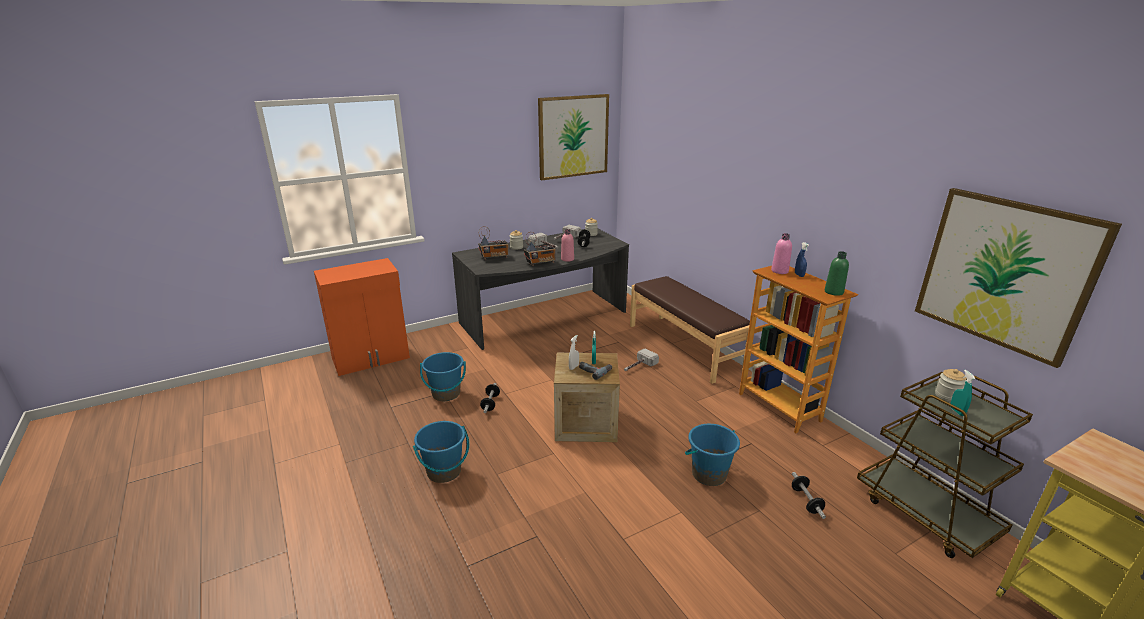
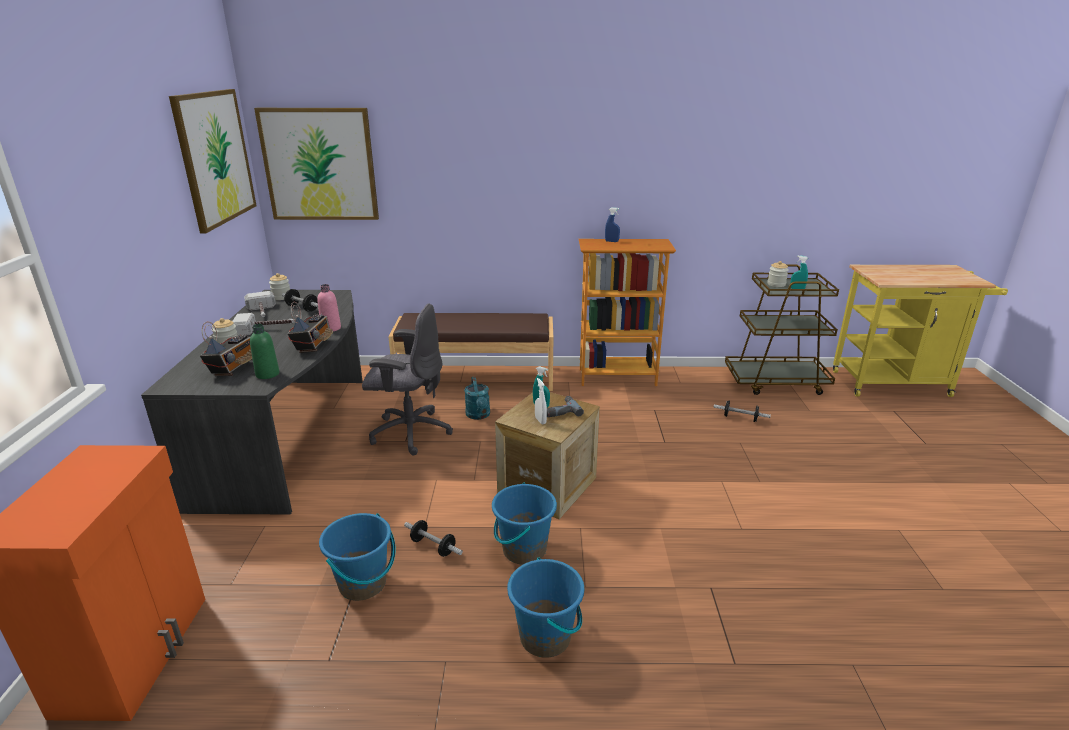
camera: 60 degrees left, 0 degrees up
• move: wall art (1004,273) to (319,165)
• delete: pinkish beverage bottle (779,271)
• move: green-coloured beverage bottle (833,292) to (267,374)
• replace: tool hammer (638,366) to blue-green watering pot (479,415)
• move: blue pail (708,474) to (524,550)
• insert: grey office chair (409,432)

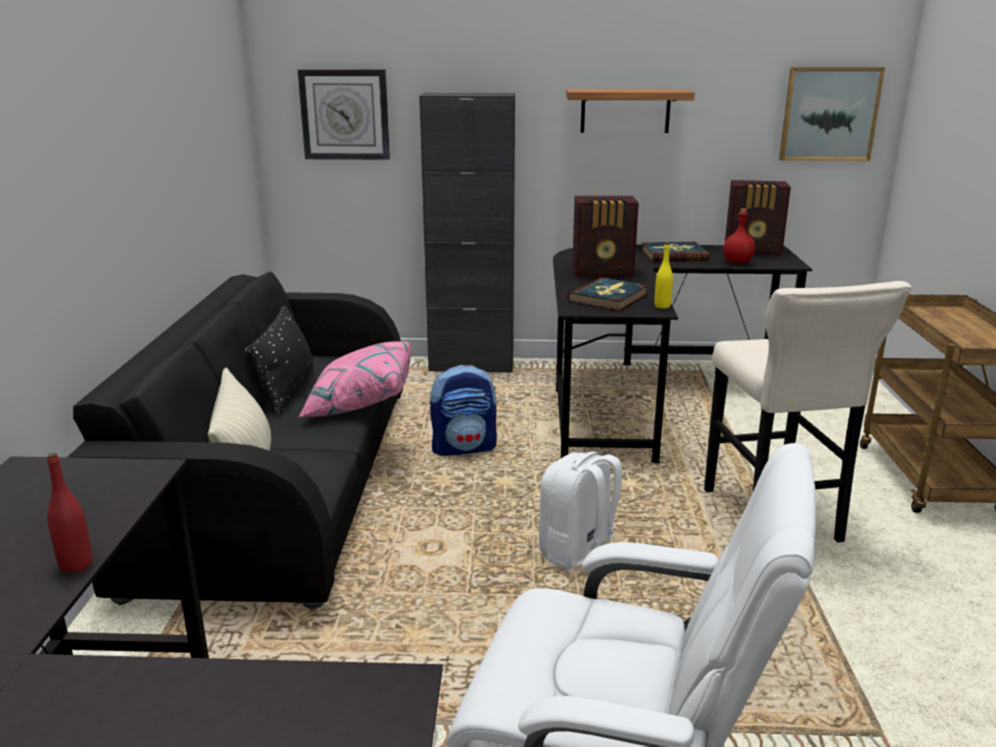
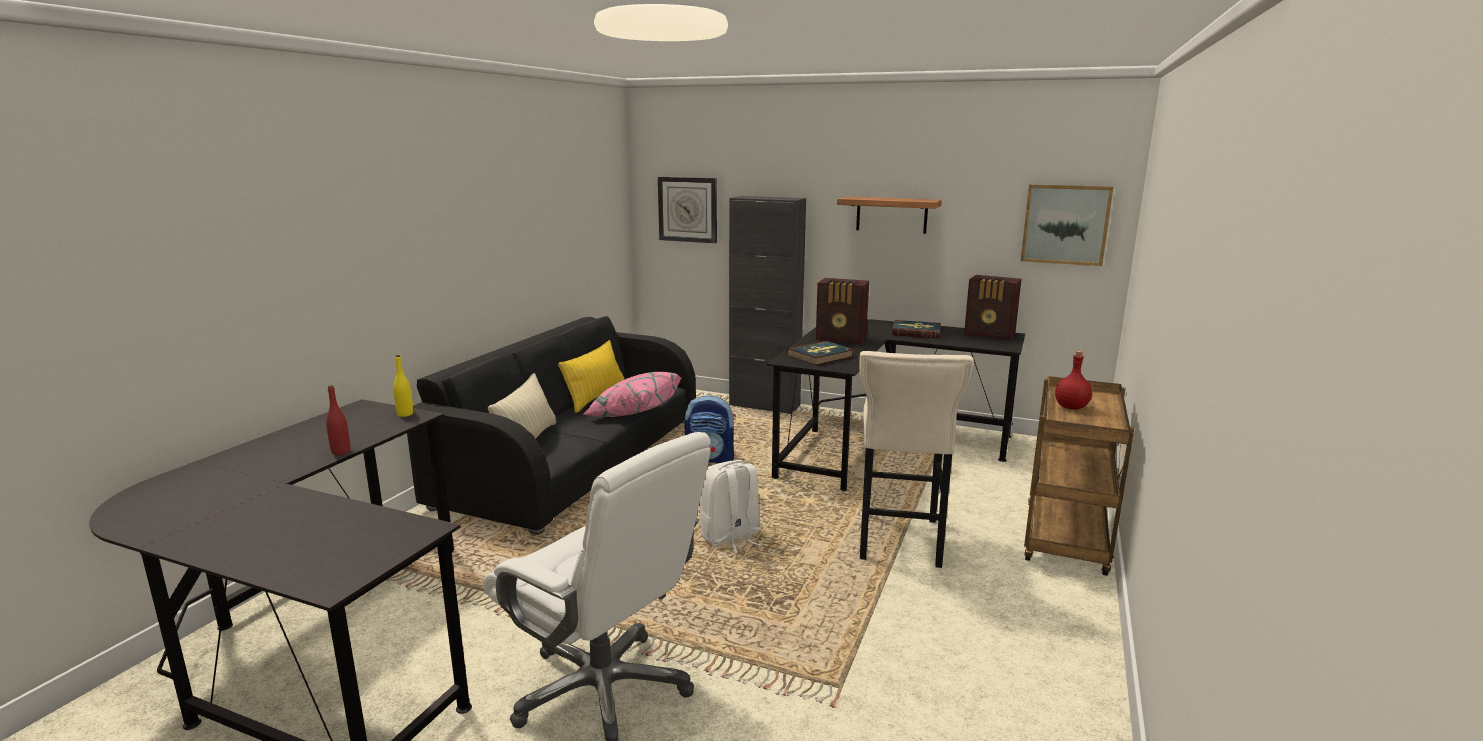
camera: 20 degrees right, 5 degrees down
• move: red-coloured beverage bottle (737,263) to (1070,407)
• move: yellow-coloured beverage bottle (662,306) to (405,414)
• recolor: black pillow (286,388) to yellow-coloured pillow (596,397)

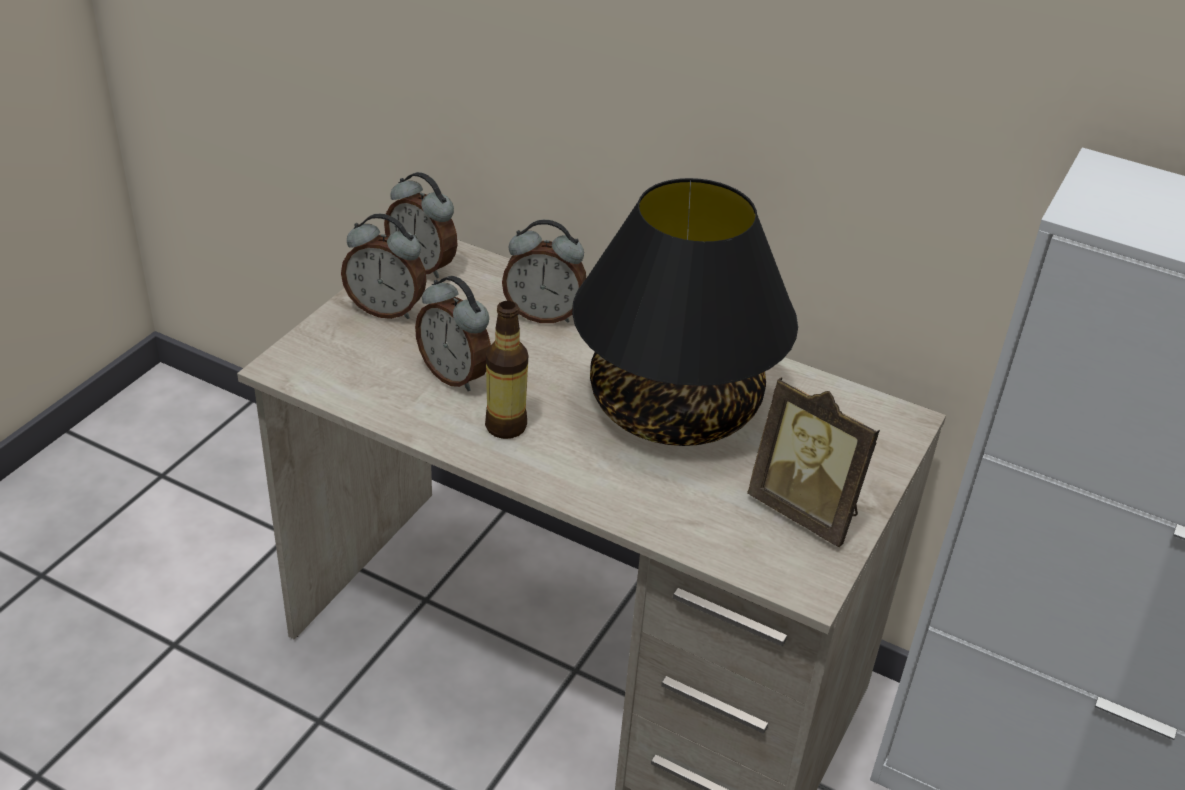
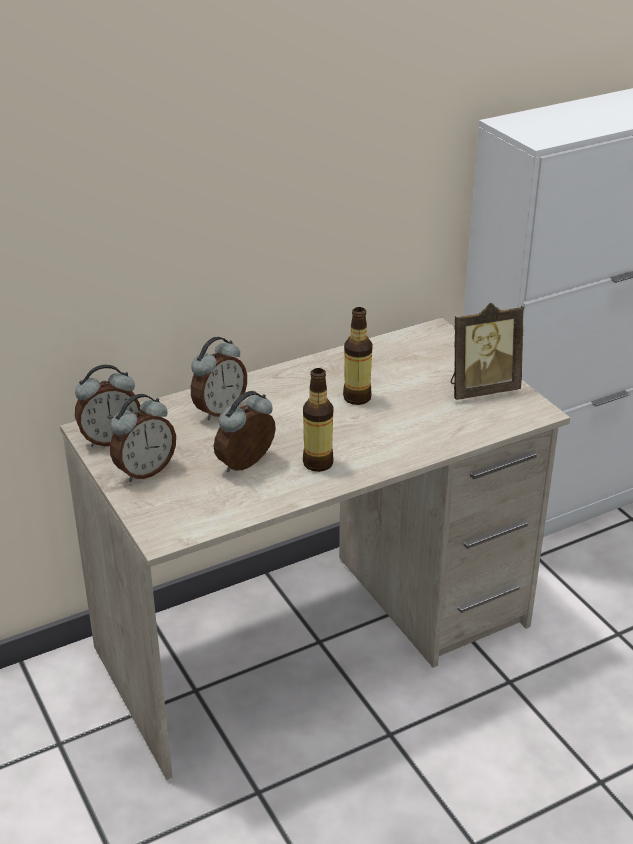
camera: 55 degrees left, 5 degrees down
• replace: black table lamp (672,408) to beverage bottle (357,398)
• rotate: table clock (455,375) = (247,465) 150 degrees clockwise

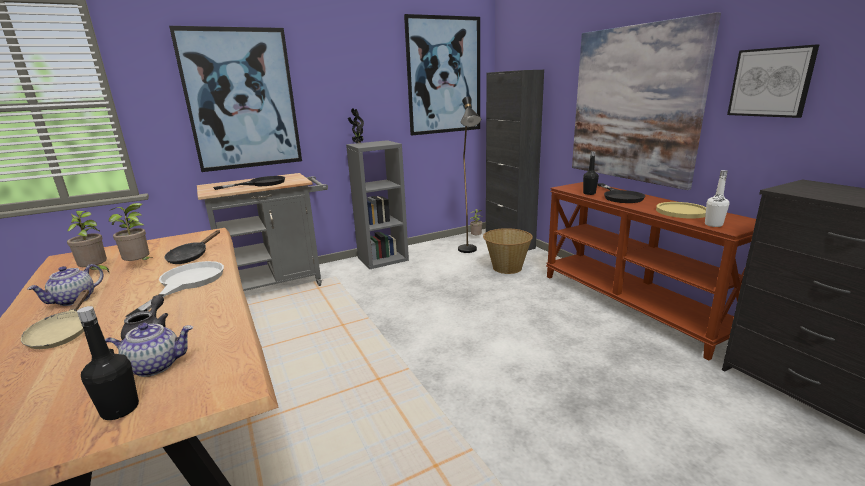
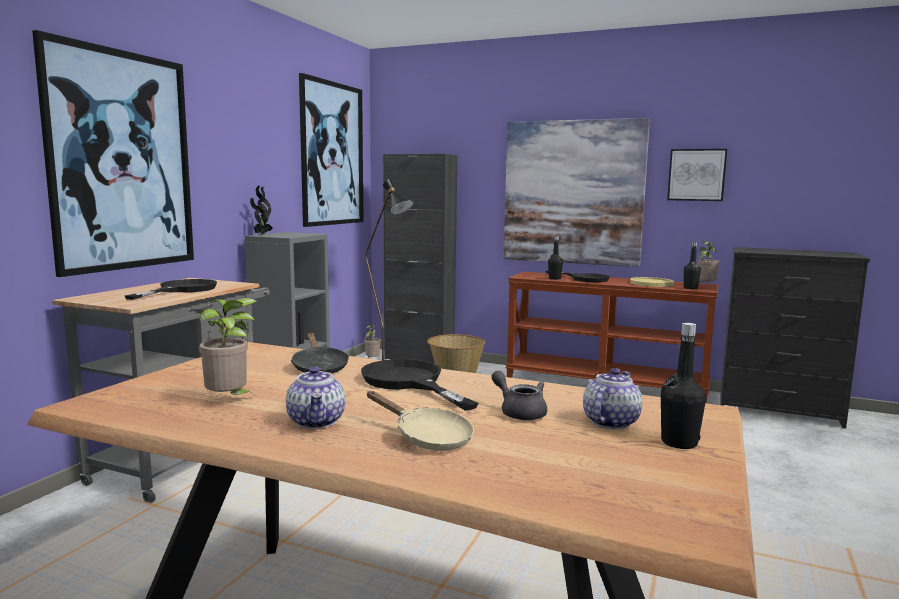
camera: 40 degrees left, 10 degrees down
• recolor: white beverage bottle (713,225) to black beverage bottle (690,288)
• move: plant in a pot (140,265) to (705,286)
• recolor: white pan (186,283) to black pan (409,382)

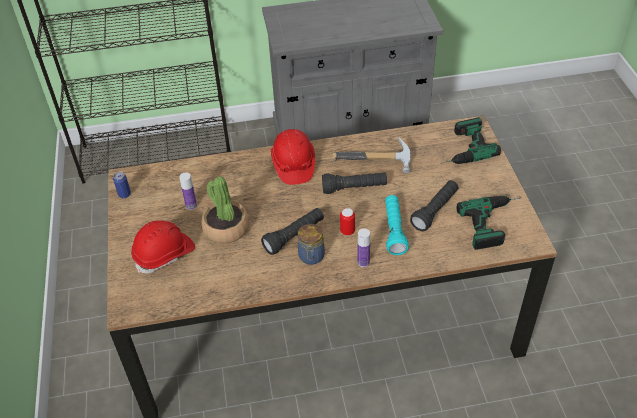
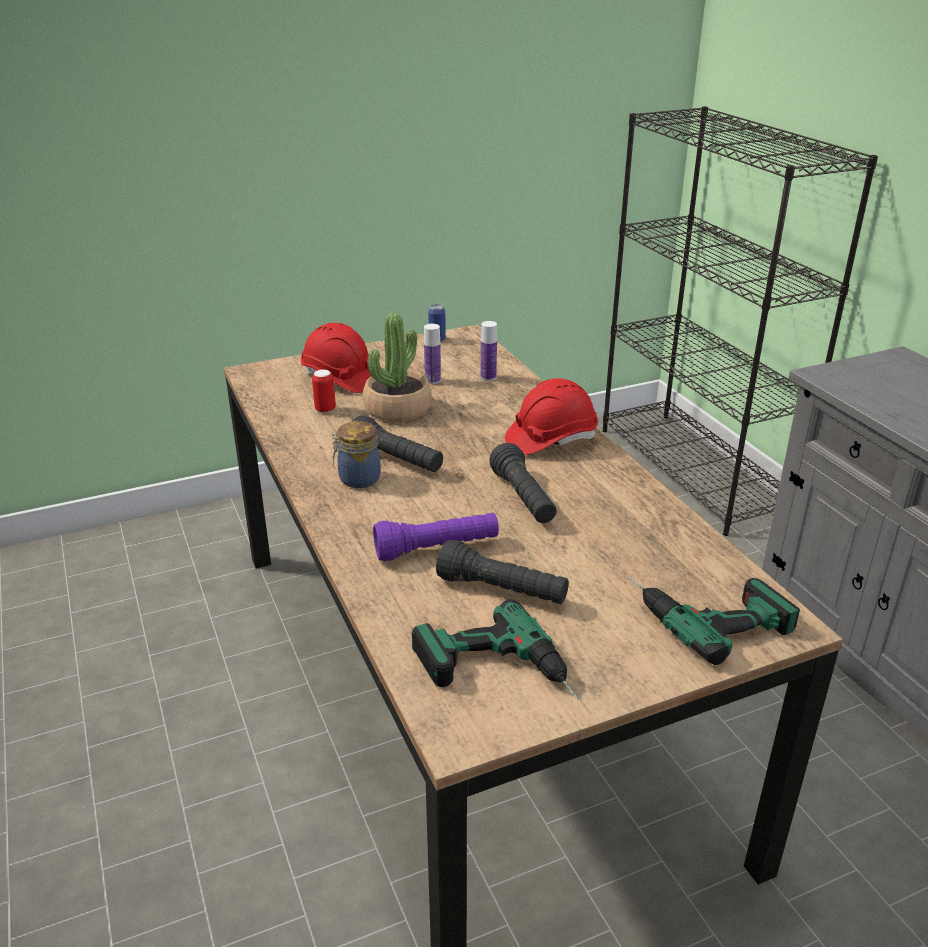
camera: 75 degrees right, 15 degrees down
• delete: tool hammer (375,164)
• recolor: blue-green hand torch (394,230) to purple hand torch (437,549)
• move: can (347,231) to (325,409)
• move: beverage bottle (363,262) to (488,377)

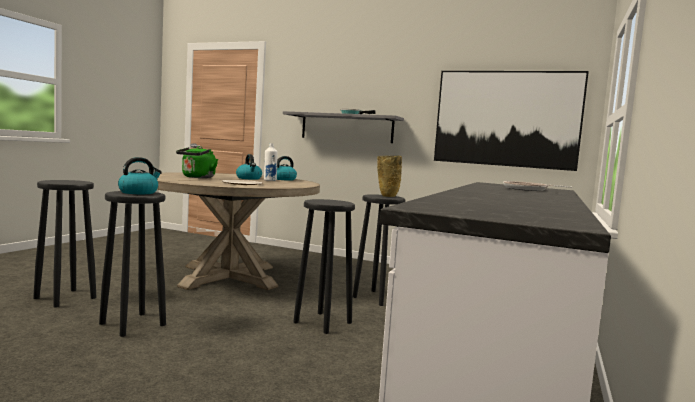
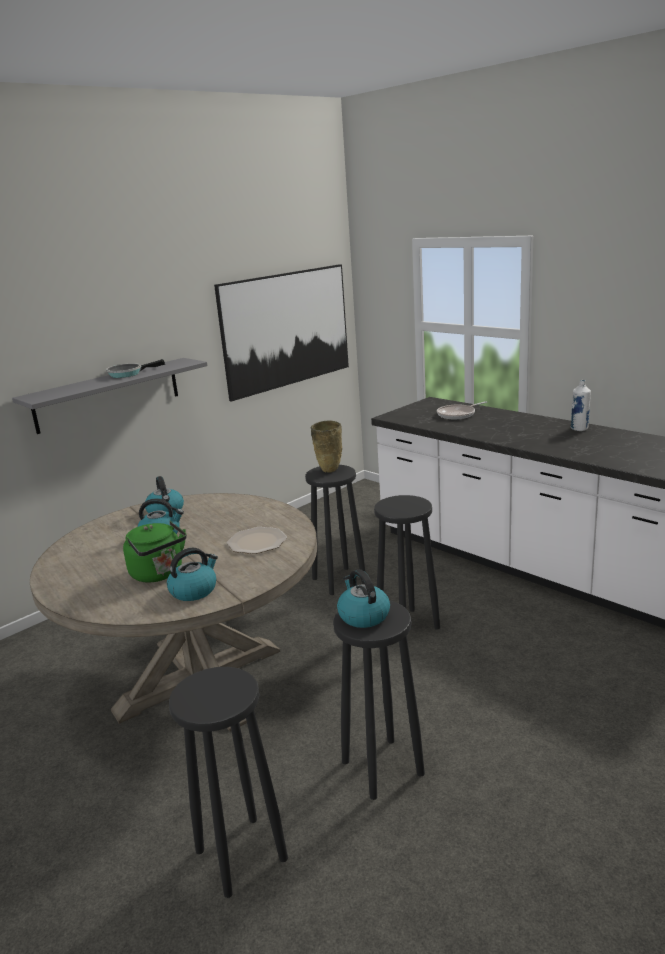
camera: 65 degrees left, 15 degrees up
• move: white beverage bottle (269,180) to (579,429)
• insert: water kettle (194,590)

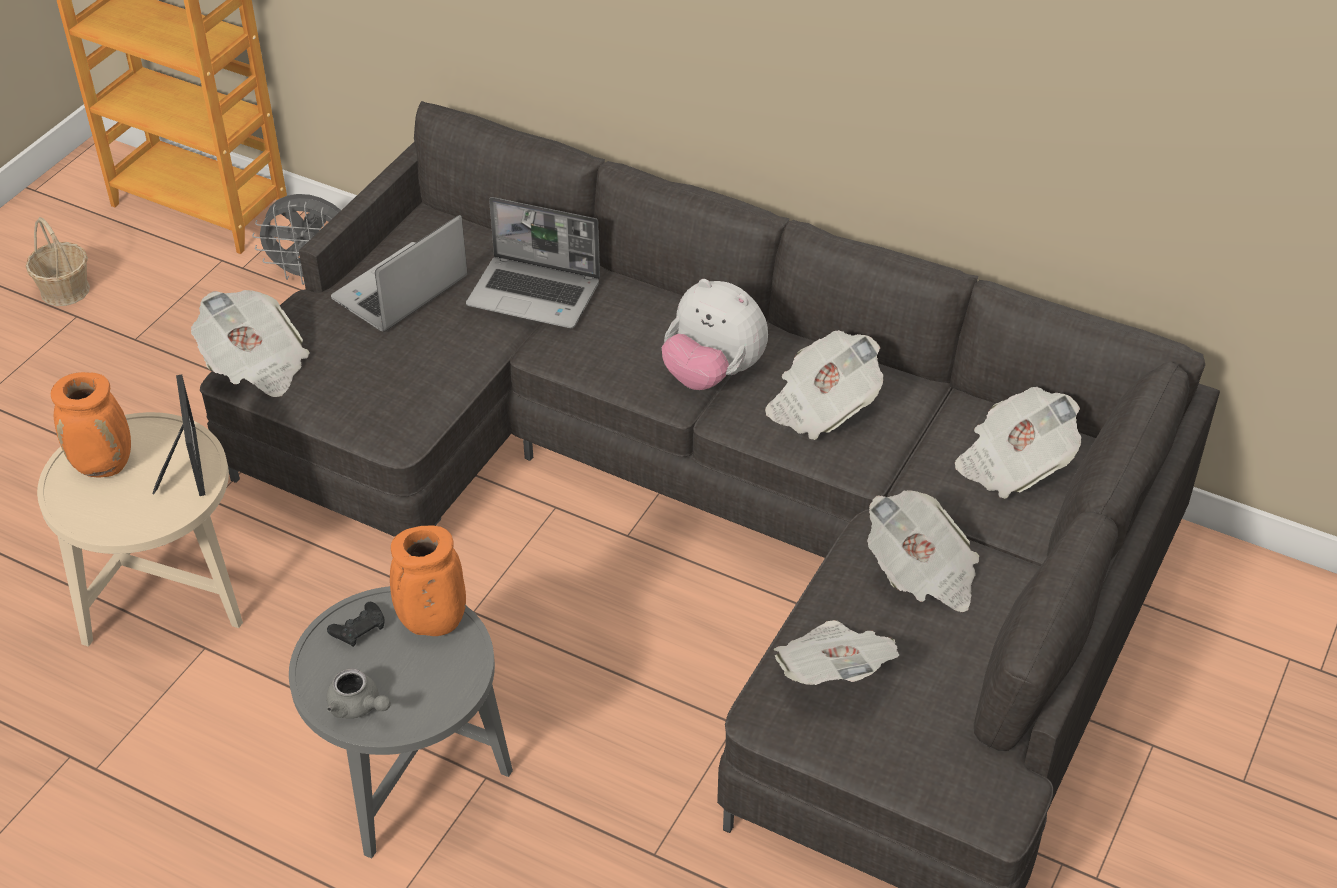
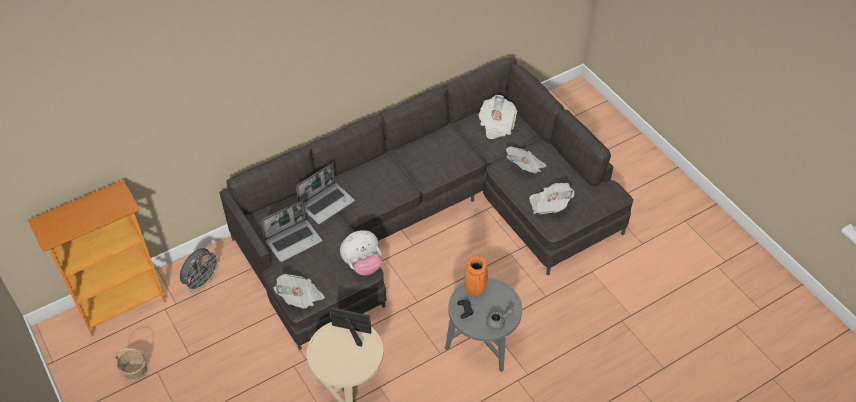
camera: 60 degrees left, 5 degrees up
• rotate: portable computer (400,291) = (294,240) 105 degrees counterclockwise
• move: soft toy (713,374) to (362,265)
• delete: daily paper (821,406)
• delete: orangey vase (105,466)

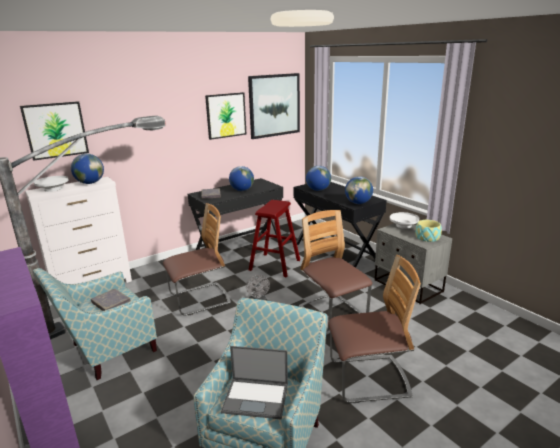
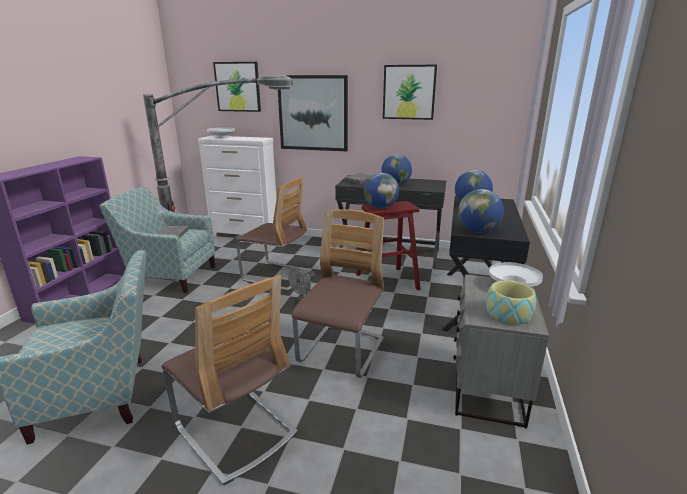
camera: 50 degrees right, 0 degrees up
• move: wall art (274,105) to (313,113)
• move: world globe (90,183) to (380,207)
• delete: portable computer (256,398)

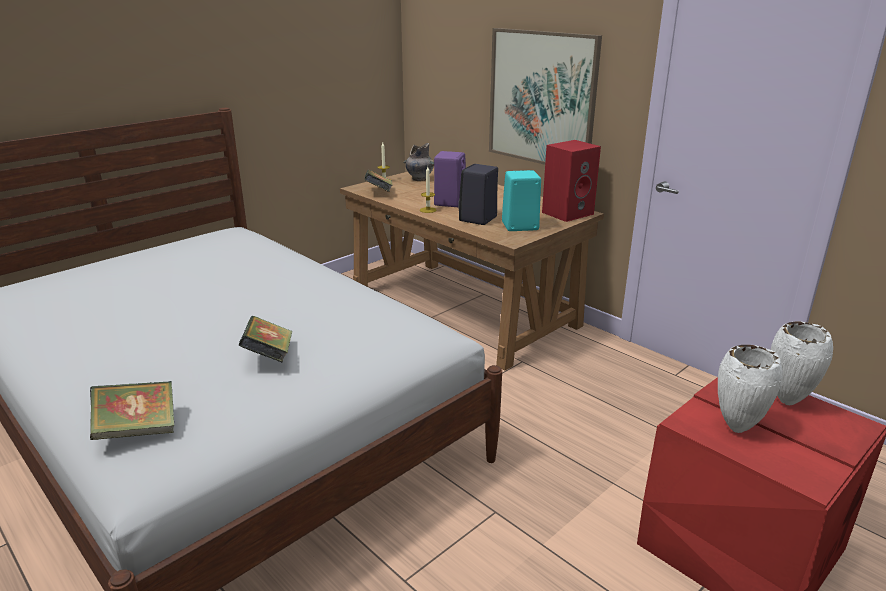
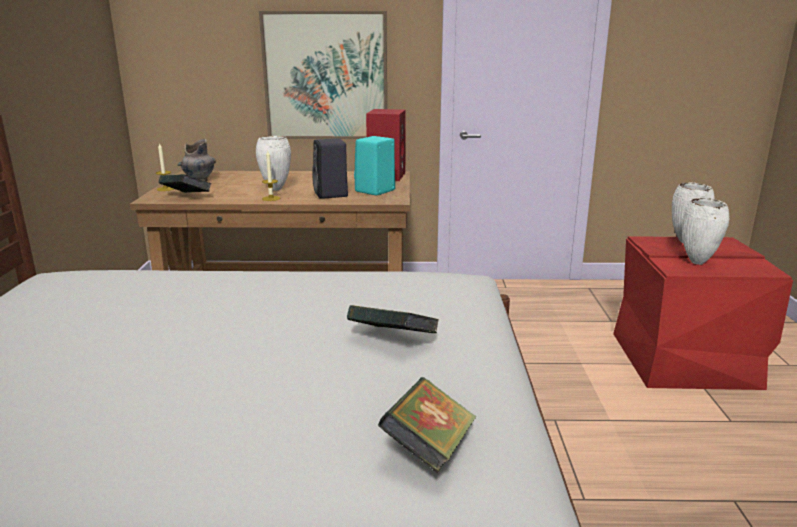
camera: 45 degrees left, 5 degrees down
• replace: purple loudspeaker (450,202) to white vase (275,189)

